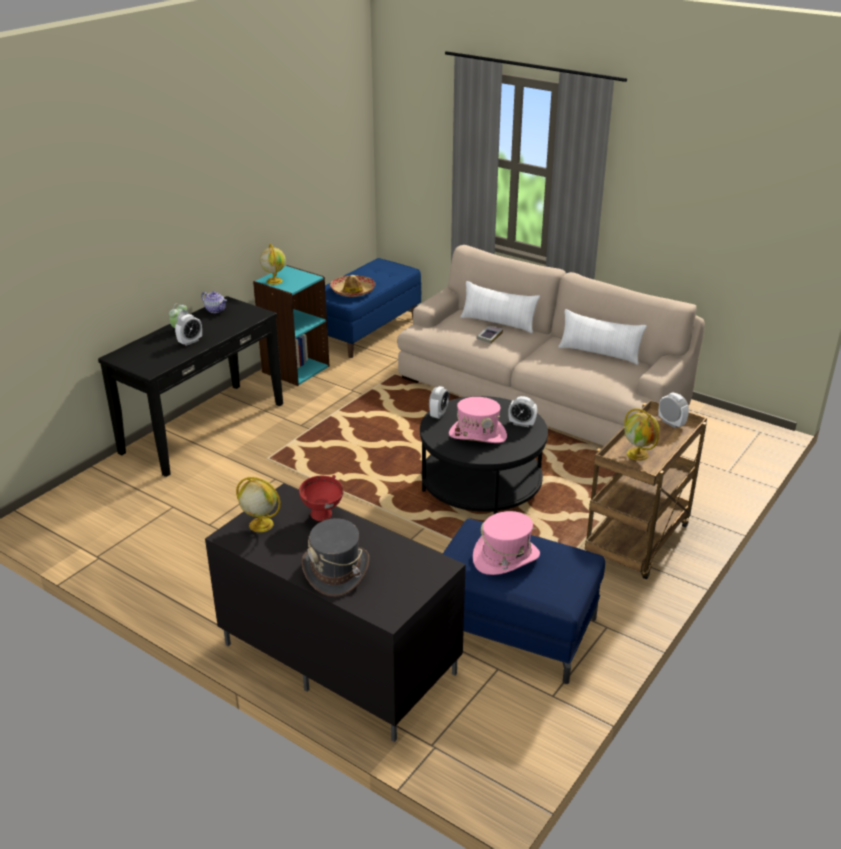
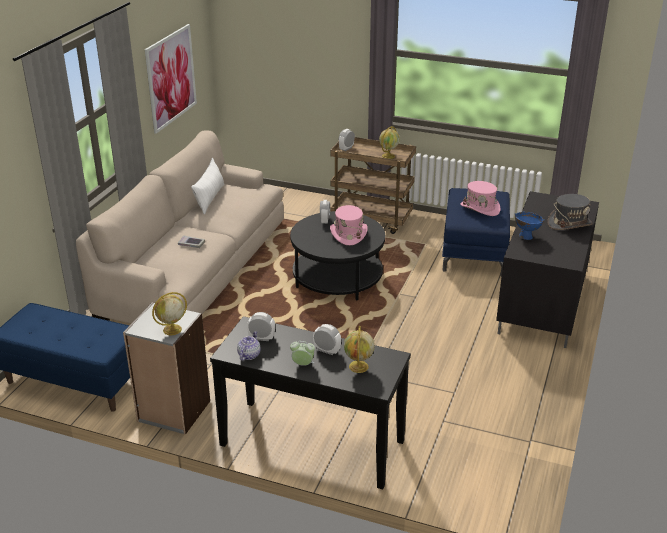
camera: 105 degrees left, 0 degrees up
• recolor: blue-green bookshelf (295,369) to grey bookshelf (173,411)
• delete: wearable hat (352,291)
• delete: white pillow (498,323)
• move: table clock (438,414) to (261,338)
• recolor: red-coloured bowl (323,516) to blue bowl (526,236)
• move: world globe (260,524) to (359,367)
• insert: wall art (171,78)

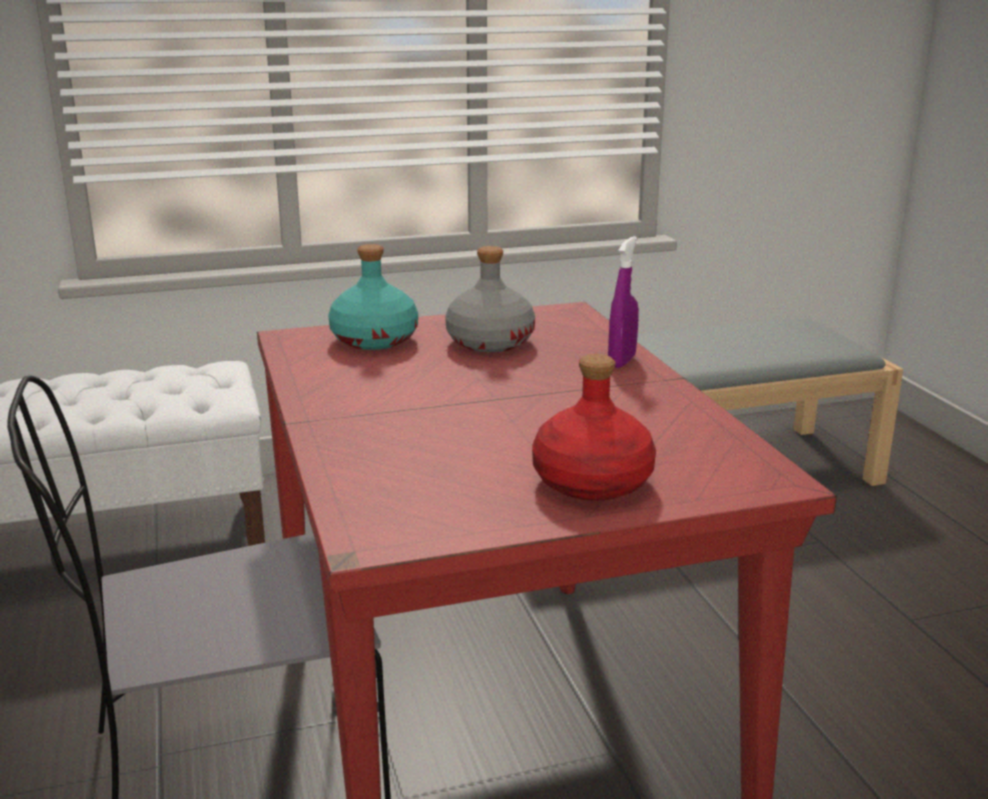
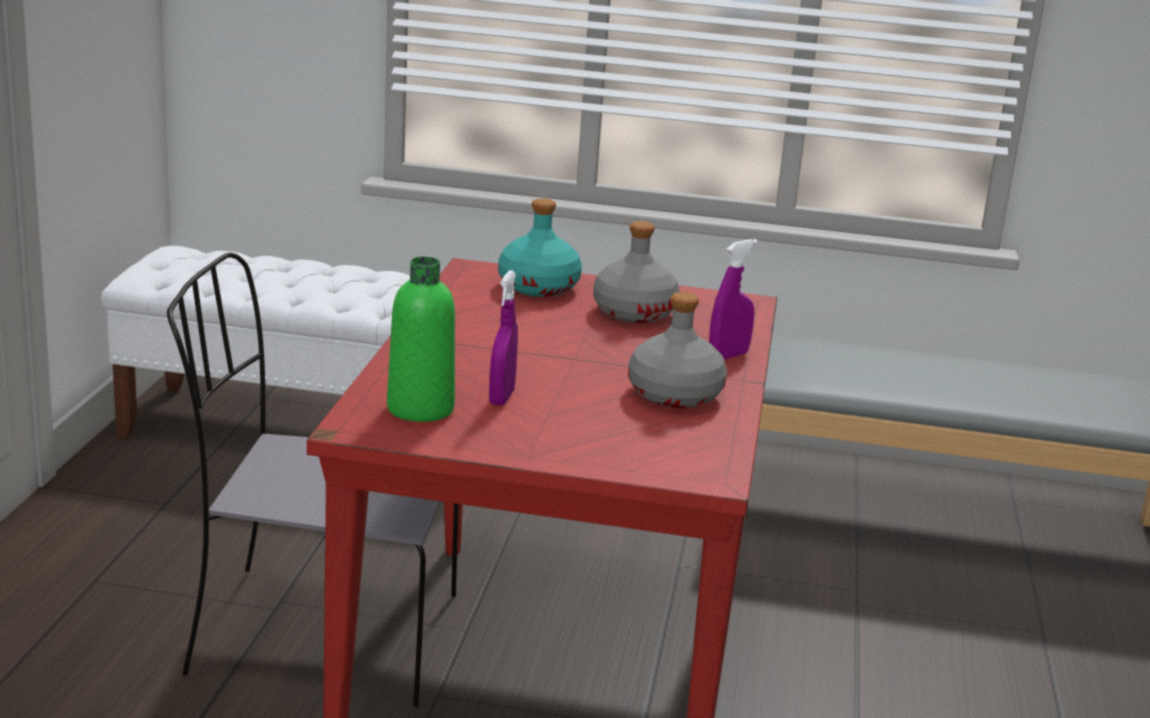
camera: 25 degrees right, 0 degrees up
• delete: red-coloured beverage bottle (594,482)
• insert: green-coloured beverage bottle (420,409)
• insert: purple spray bottle (501,398)
• insert: grey beverage bottle (673,395)

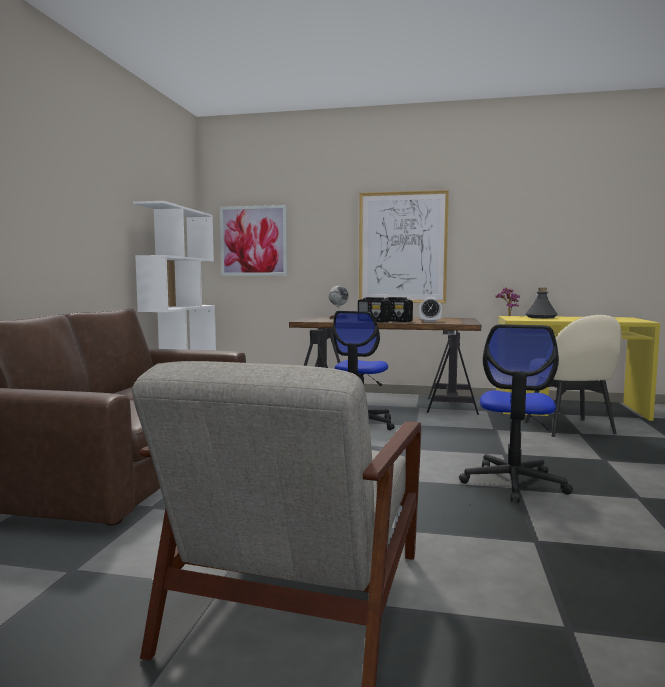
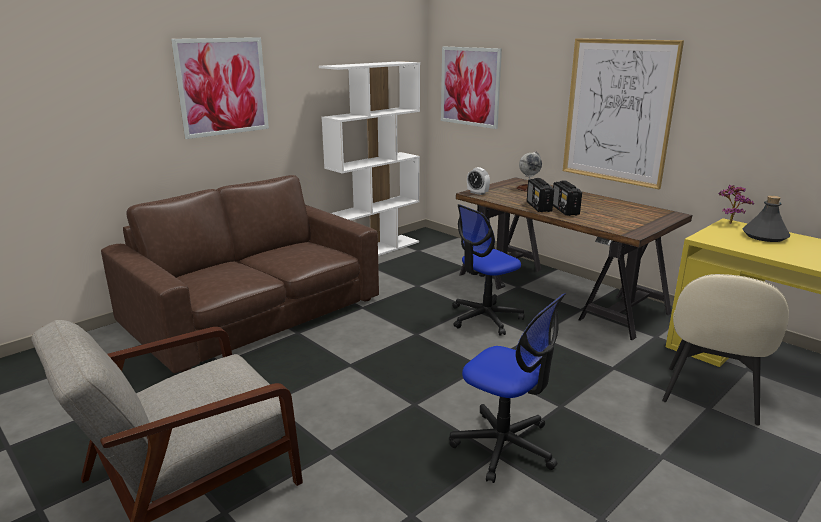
camera: 35 degrees right, 15 degrees up
• move: table clock (430,321) to (477,193)
• rotate: office chair (514,483) = (504,446) 105 degrees counterclockwise
• insert: wall art (223,87)

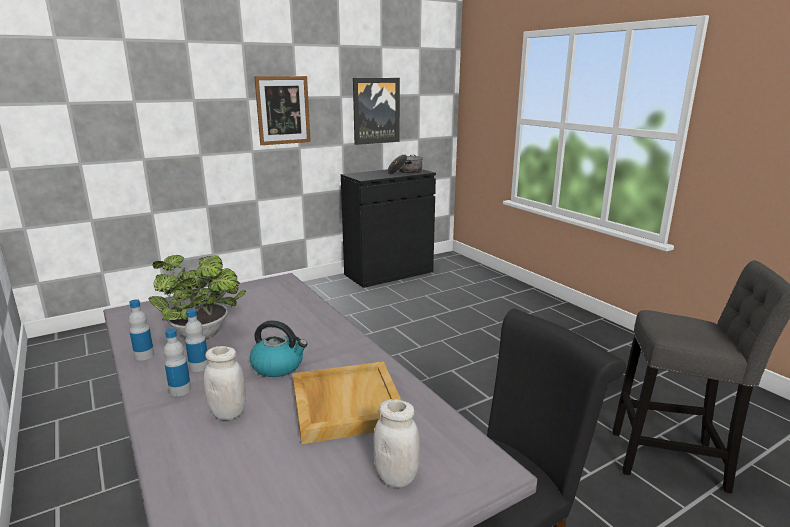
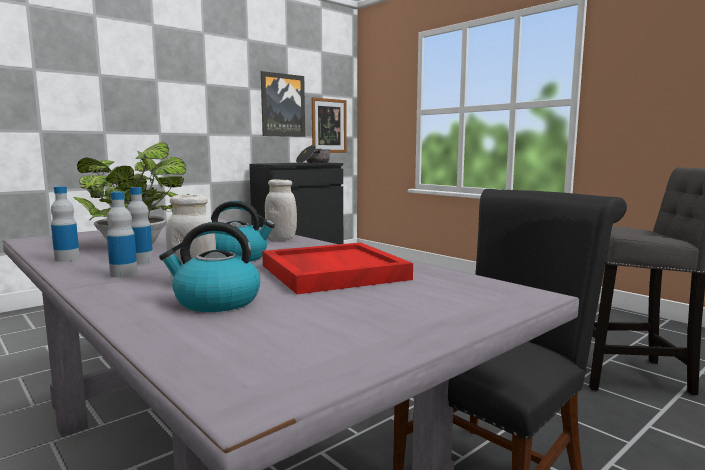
camera: 10 degrees left, 10 degrees down
• move: wall art (283,110) to (329,126)
• recolor: beige tray (345,404) to red-coloured tray (332,272)
• move: white preserve jar (396,477) to (281,239)
• insert: water kettle (216,302)

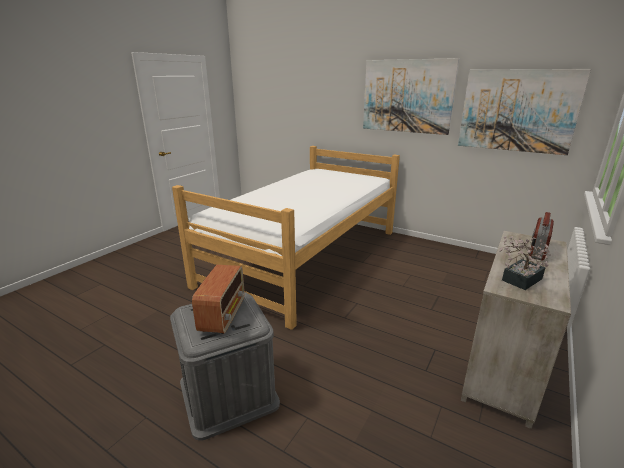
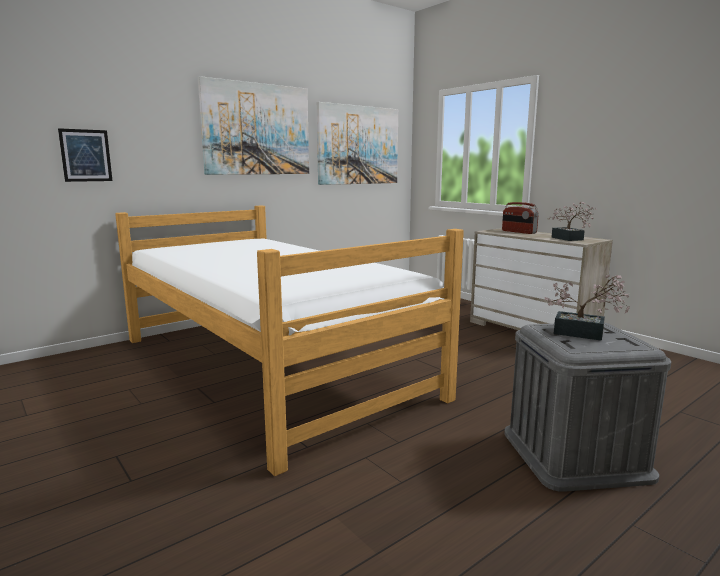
camera: 70 degrees left, 10 degrees down
• replace: radio (223,315) to plant in a pot (585,334)
• insert: wall art (86,155)

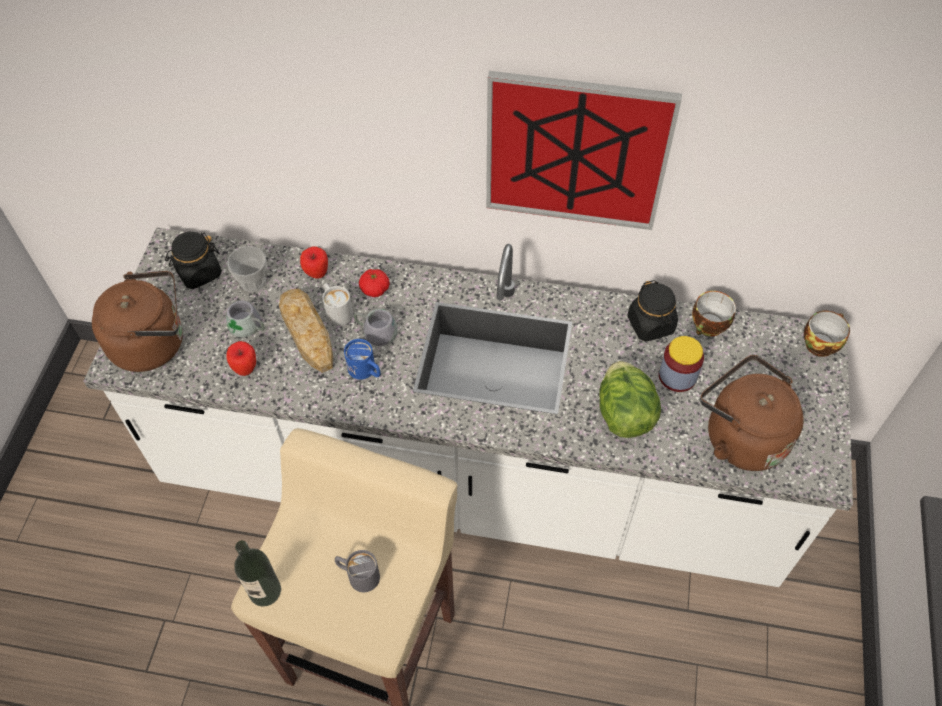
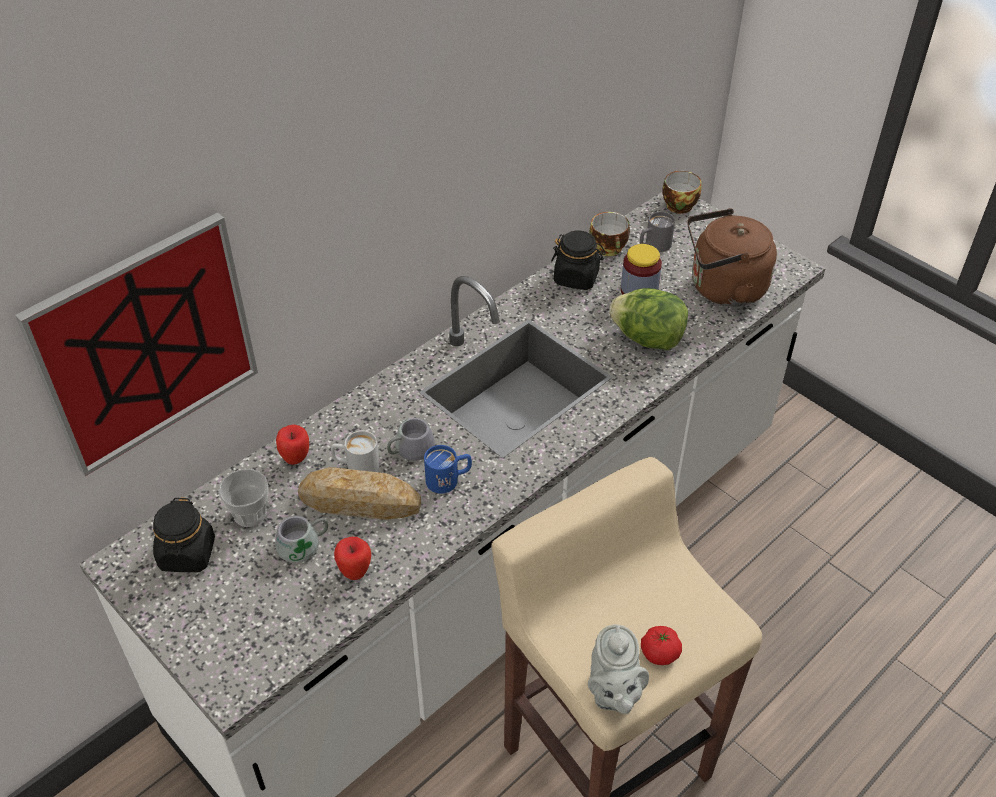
camera: 55 degrees left, 10 degrees down
• move: wall art (576,152) to (147,344)
• move: tomato (375,289) to (659,653)
• delete: brown-coloured water kettle (153,343)
• replace: beverage bottle (265,591) to grey pot for tea (613,694)
• move: grey tea mug (358,575) to (653,246)

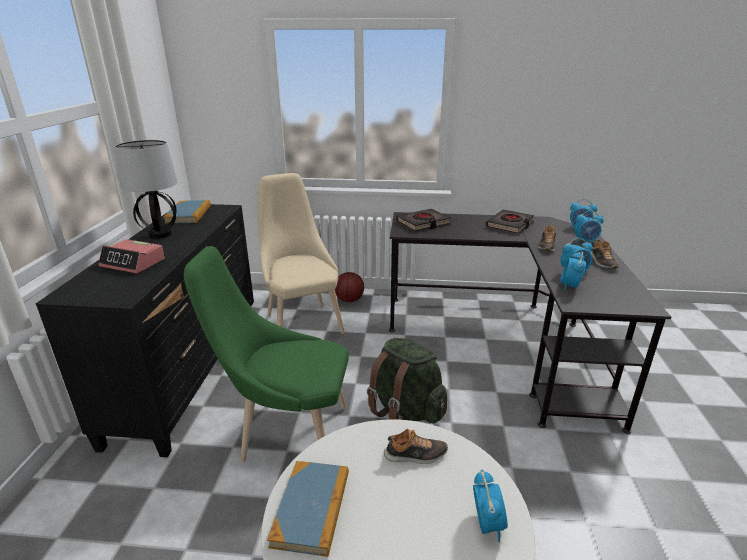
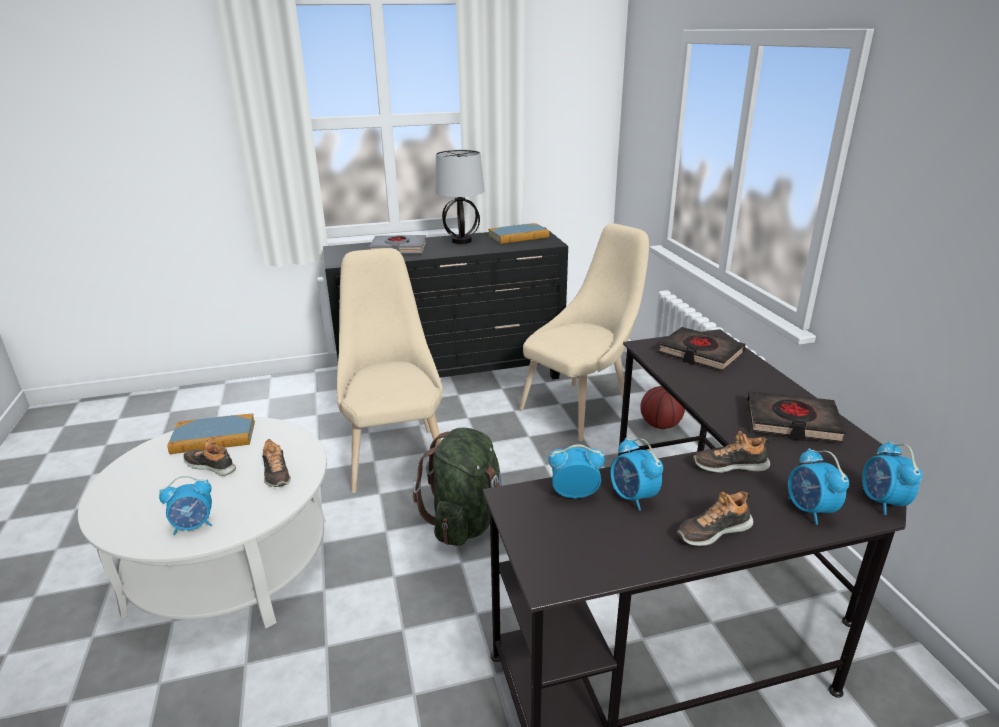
camera: 70 degrees right, 0 degrees up
• replace: table clock (133,263) to grey volume (398,249)
• recolor: green-coloured plain chair (287,434) to beige plain chair (395,454)
• insert: item of footwear (211,466)

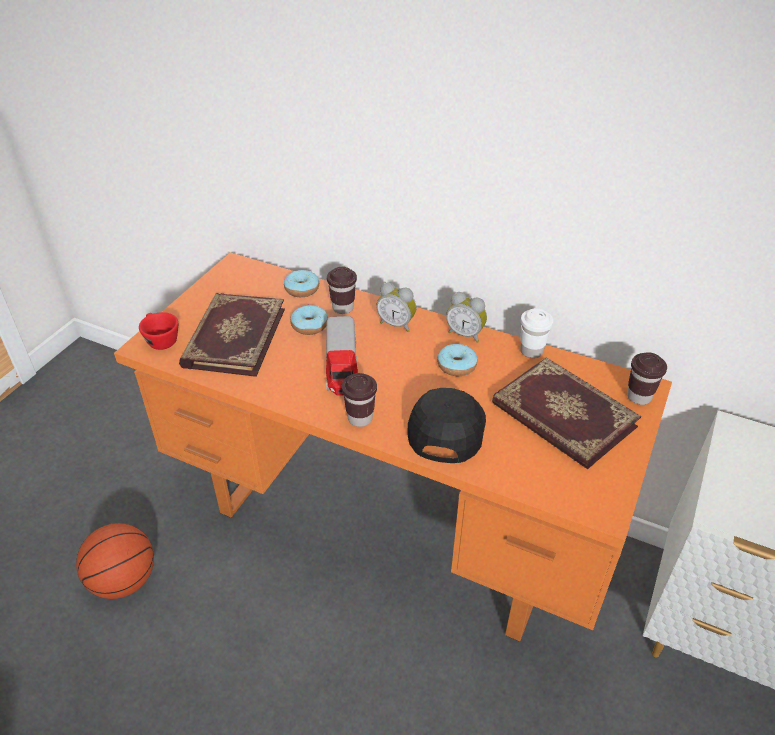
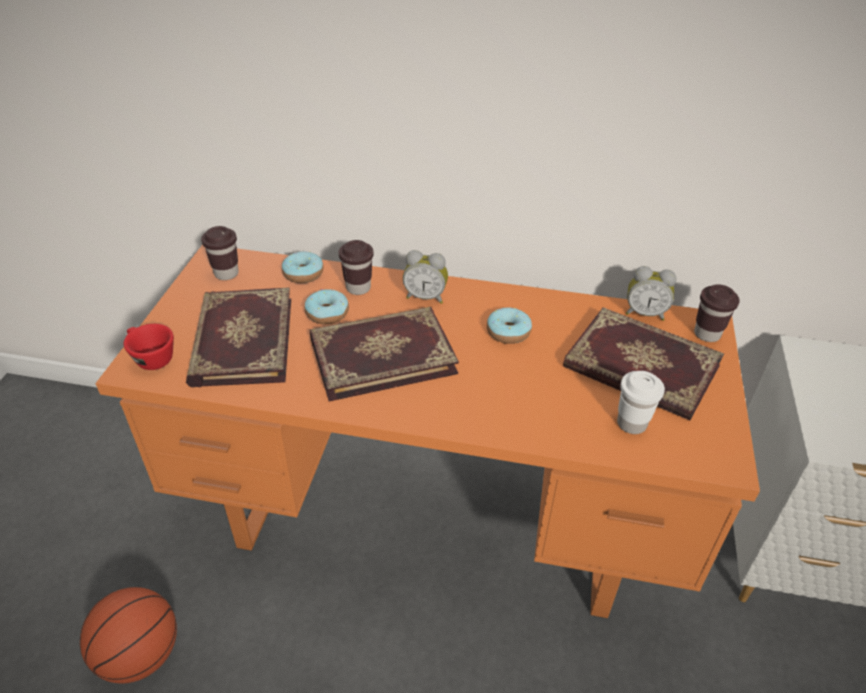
camera: 15 degrees left, 0 degrees up
• move: table clock (465,334) to (645,313)
• move: white drinking cup (531,351) to (631,424)
• replace: model truck (342,367) to volume (382,354)
• move: brown-coloured drinking cup (360,418) to (226,273)
• delete: black peaked cap (446,428)

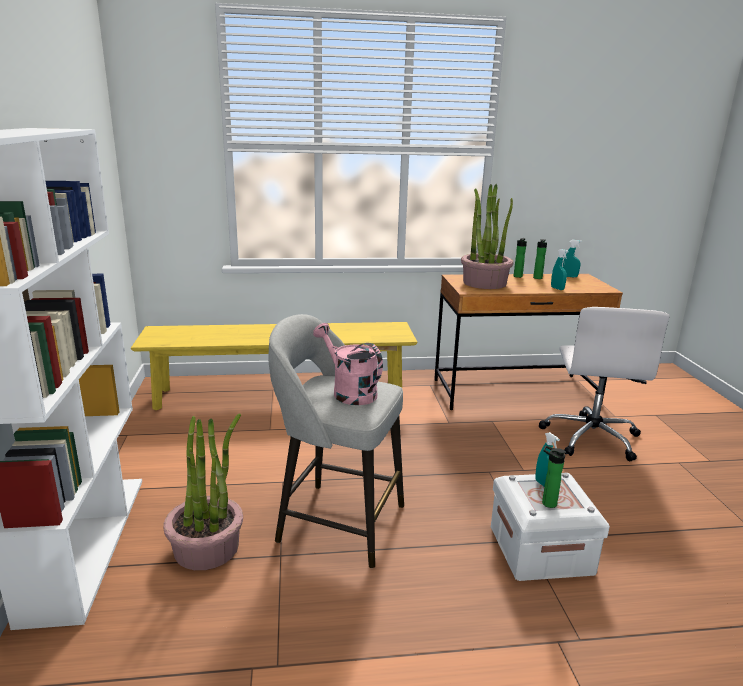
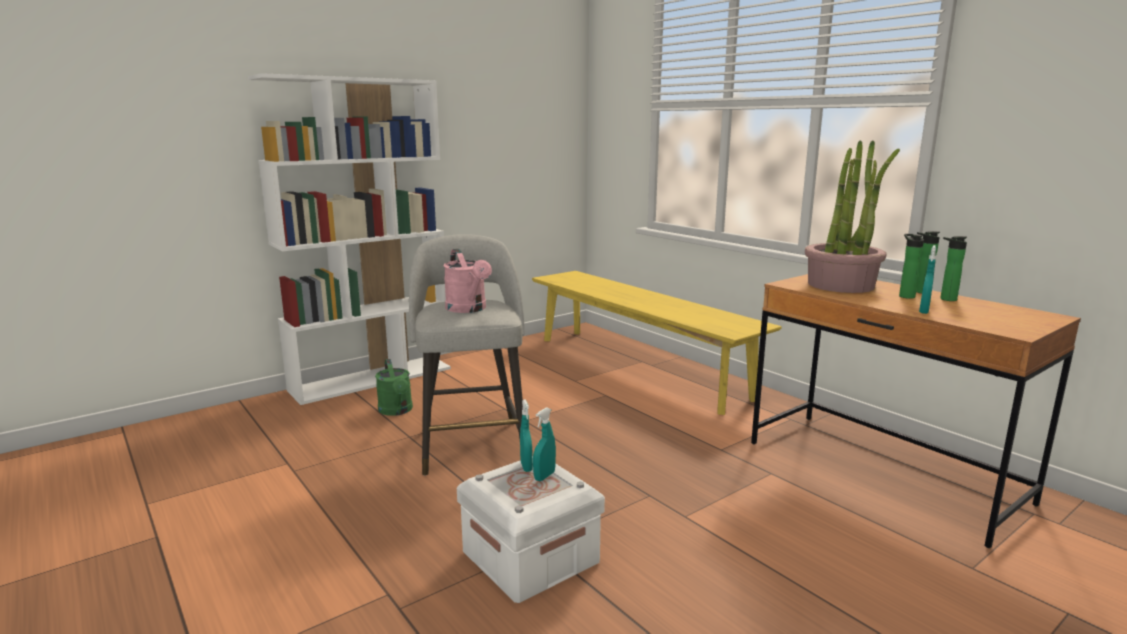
camera: 60 degrees right, 5 degrees down
• move: blue-green spray bottle (569,276) to (526,466)
• delete: white office chair (591,437)
• rotate: pinkish watering pot (349,391) = (469,309) 135 degrees clockwise
• replace: plant in a pot (207,547) to green-coloured watering pot (397,411)
• move: beverage bottle (546,503) to (905,296)

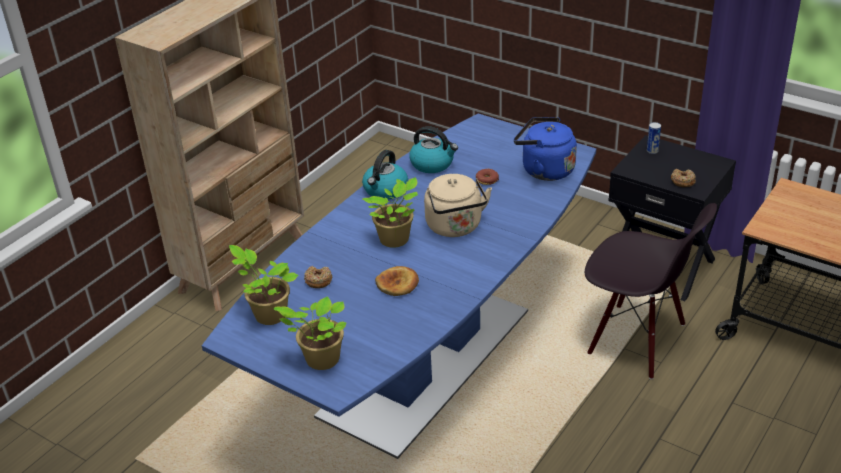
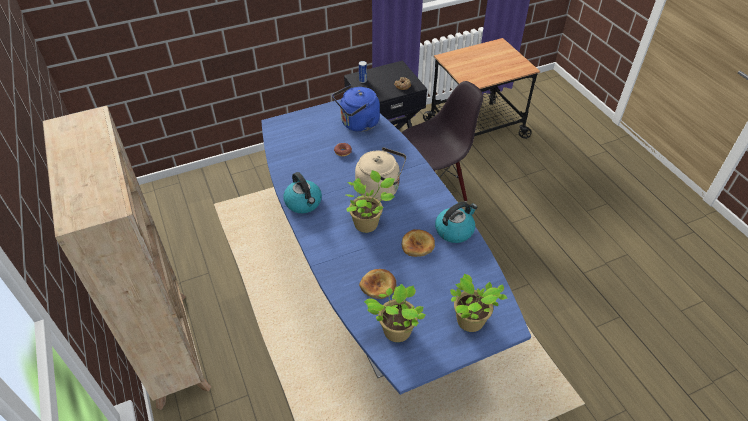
camera: 60 degrees left, 10 degrees up
• move: water kettle (433,164) to (454,230)
• replace: doughnut (318,281) to baked bread (378,285)

